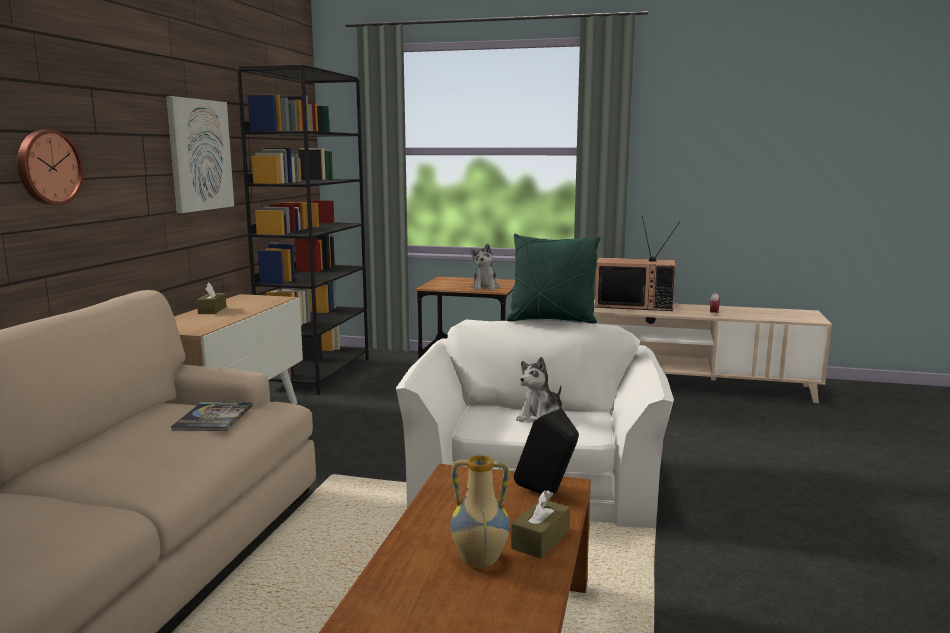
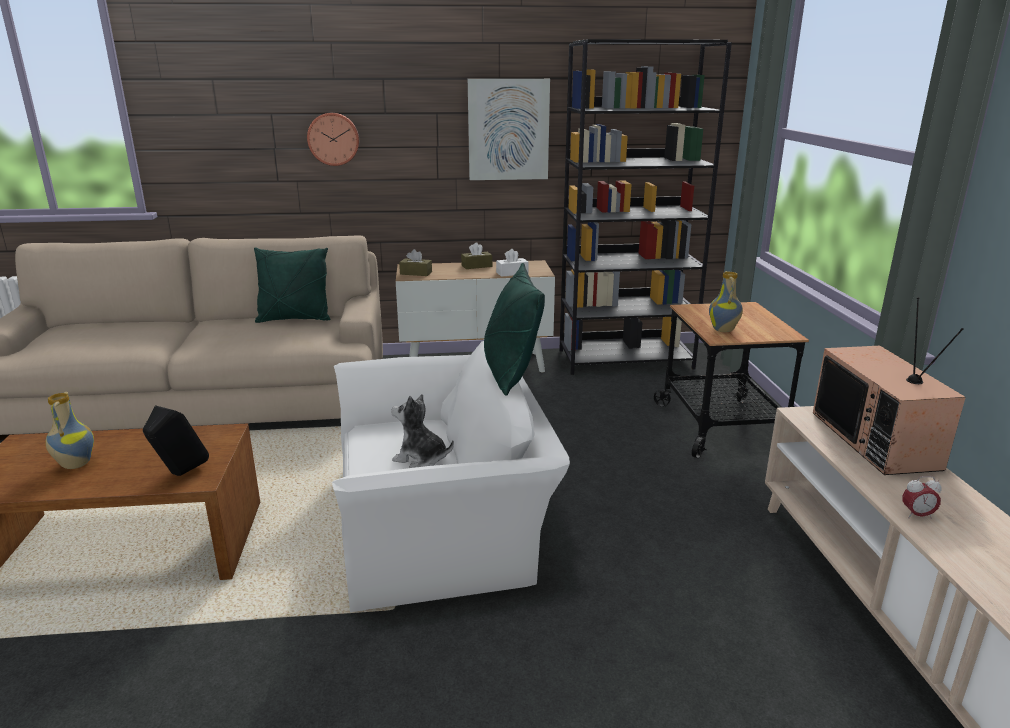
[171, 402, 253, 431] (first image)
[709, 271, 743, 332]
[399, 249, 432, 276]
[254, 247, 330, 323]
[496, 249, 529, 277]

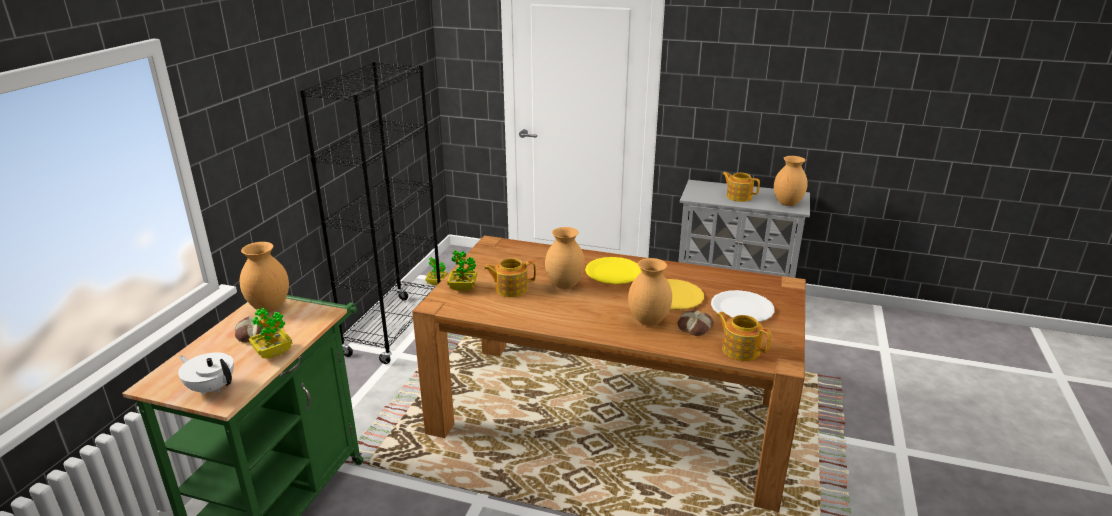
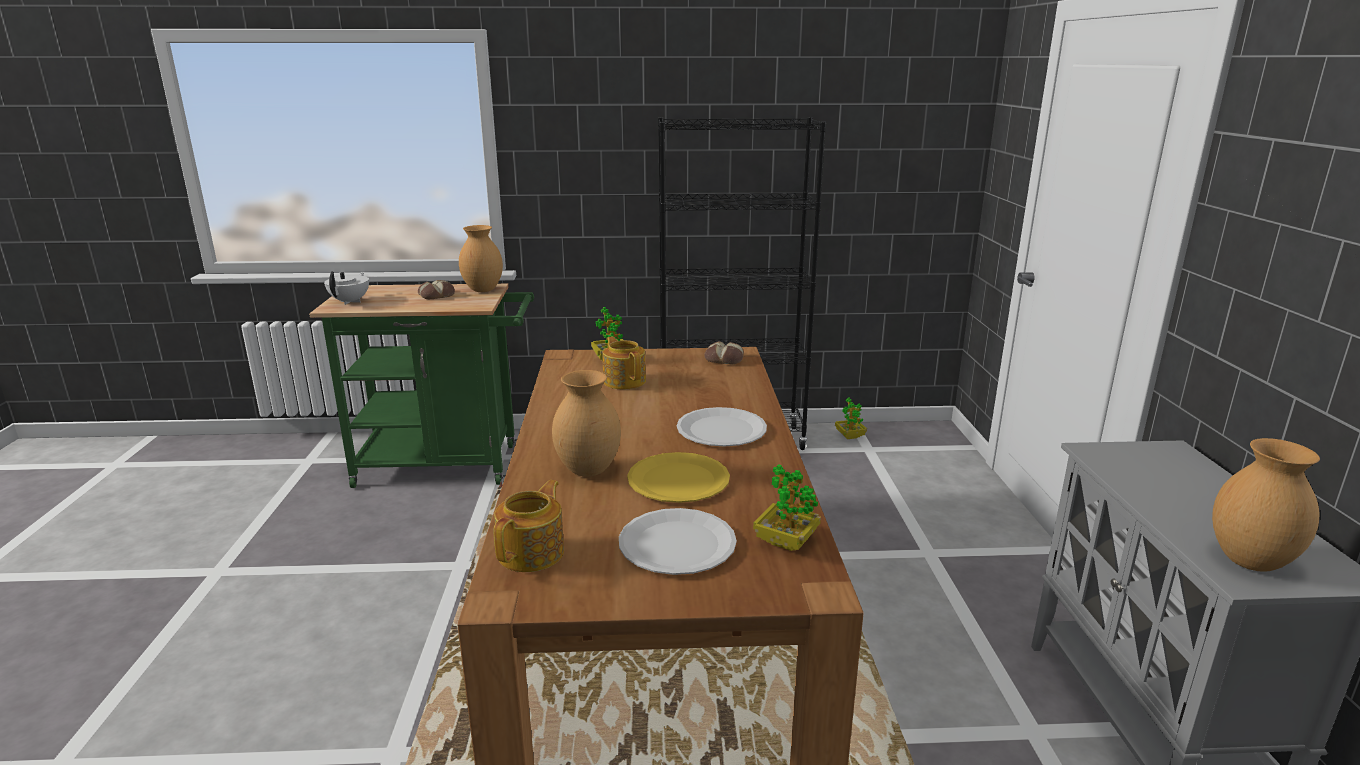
[753, 464, 821, 551]
[545, 227, 585, 289] (first image)
[677, 407, 767, 447]
[704, 341, 744, 364]
[722, 172, 760, 202] (first image)

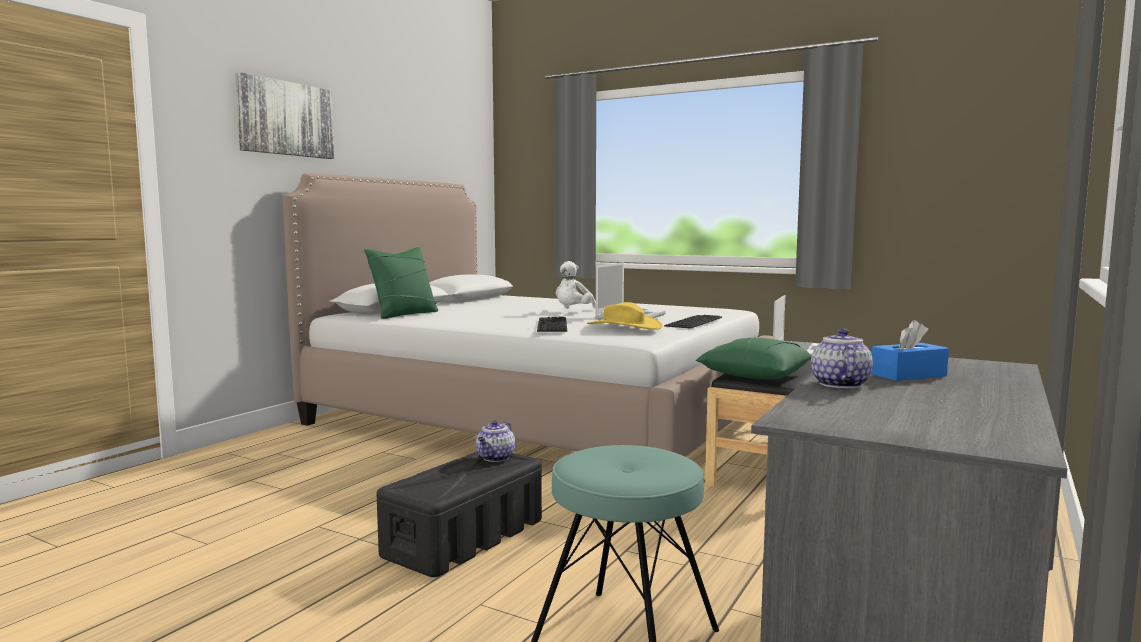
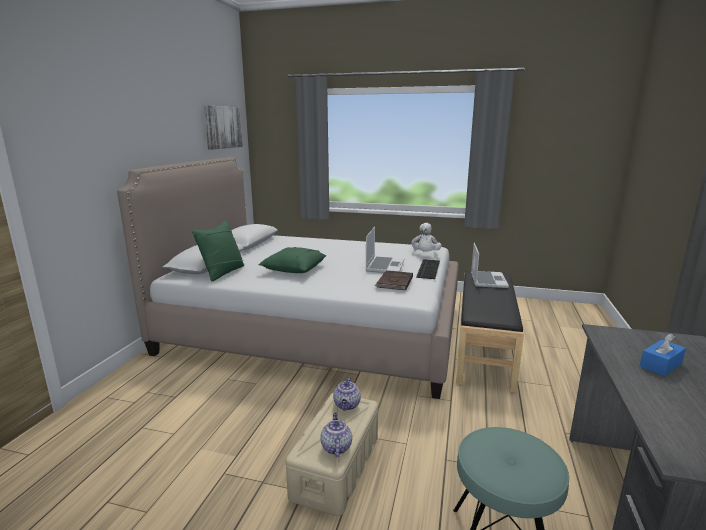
[204, 105, 243, 150]
[286, 393, 378, 516]
[537, 317, 567, 332] (first image)
[411, 223, 442, 252]
[375, 270, 413, 291]
[259, 247, 326, 273]
[320, 413, 352, 457]

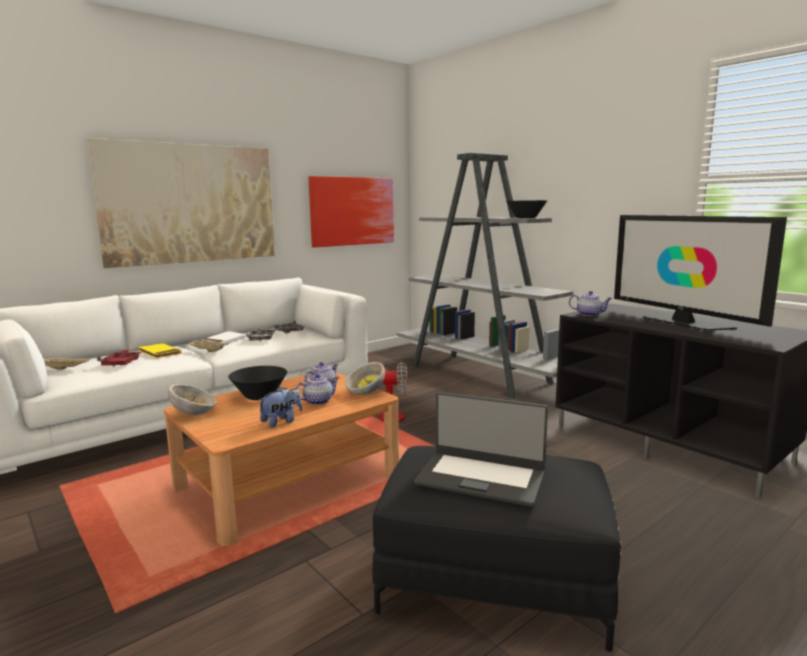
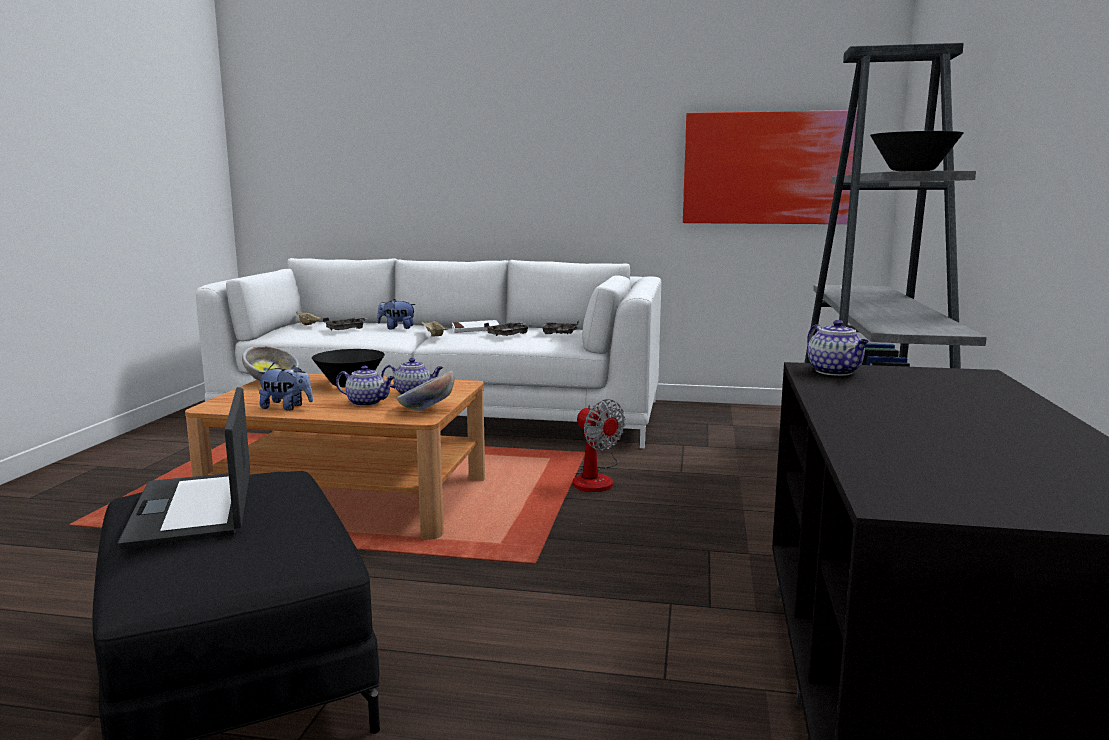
[87, 138, 275, 268] (first image)
[323, 317, 368, 330]
[377, 299, 416, 329]
[614, 215, 787, 331] (first image)

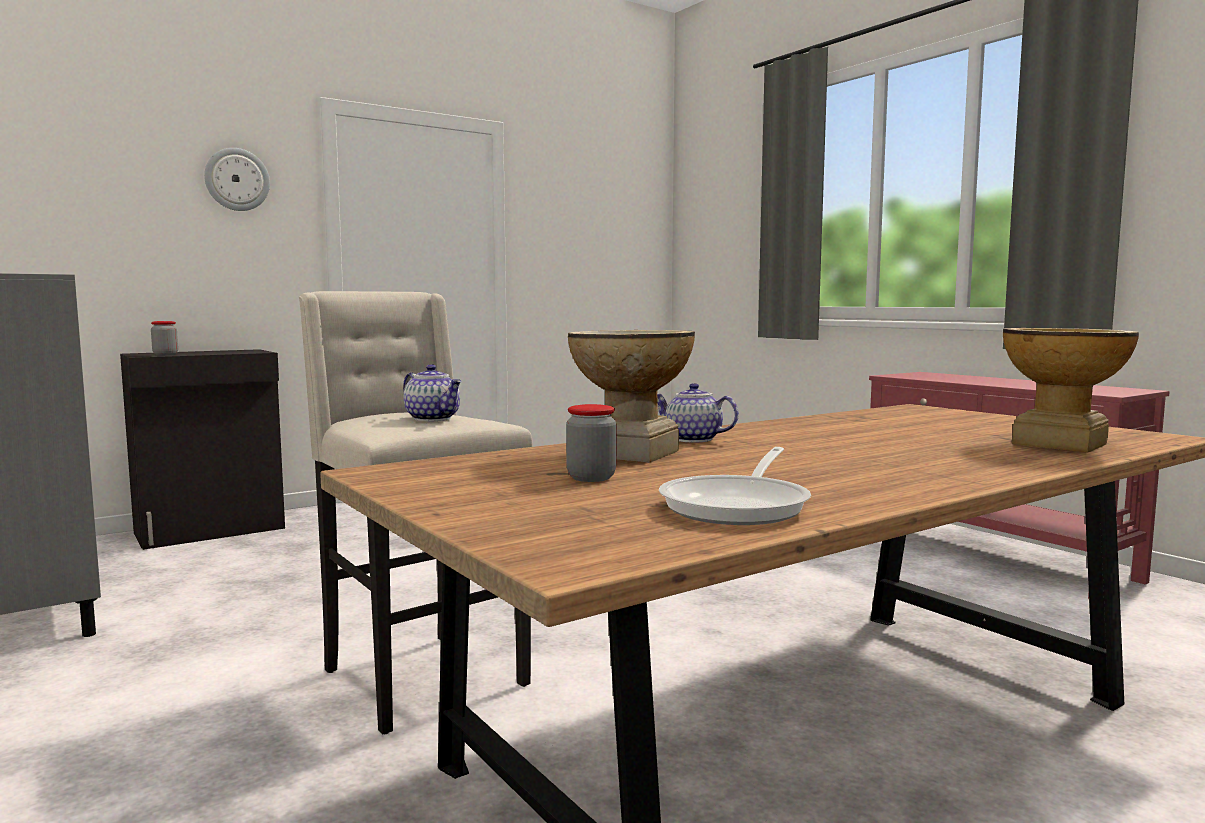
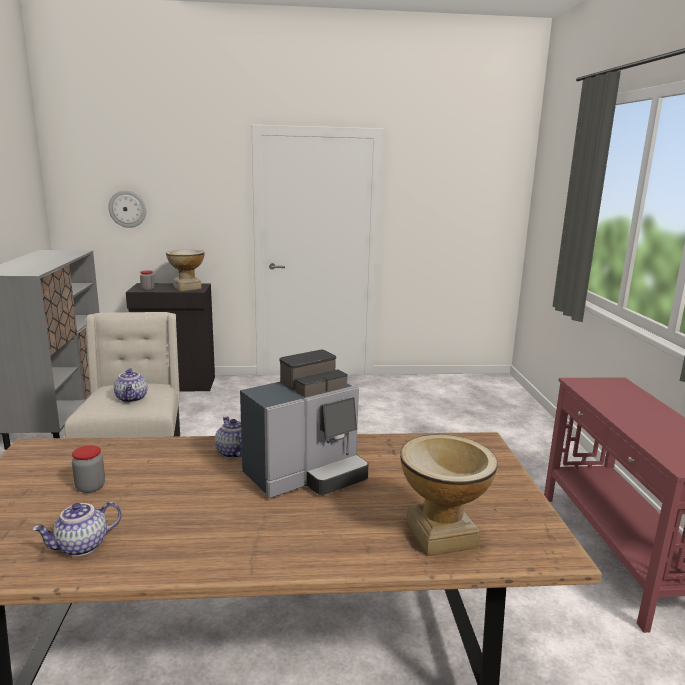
[108, 190, 146, 228]
[166, 250, 205, 291]
[32, 501, 122, 556]
[240, 350, 369, 498]

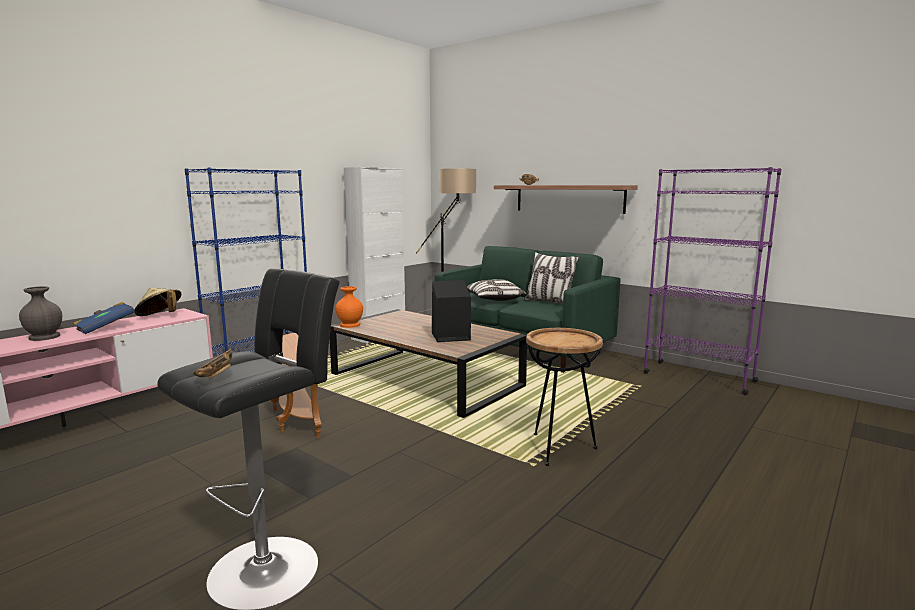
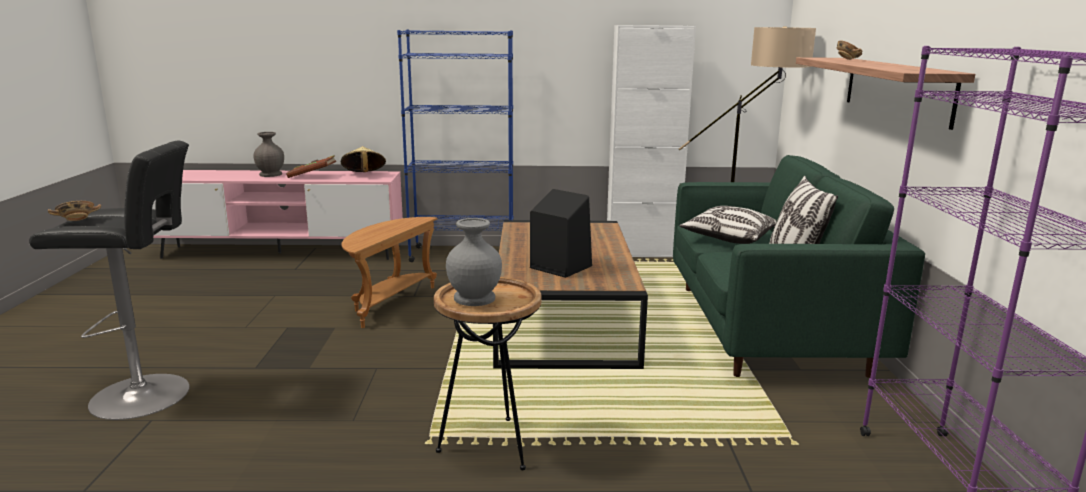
[286, 155, 336, 178]
[336, 286, 363, 328] (first image)
[446, 218, 502, 306]

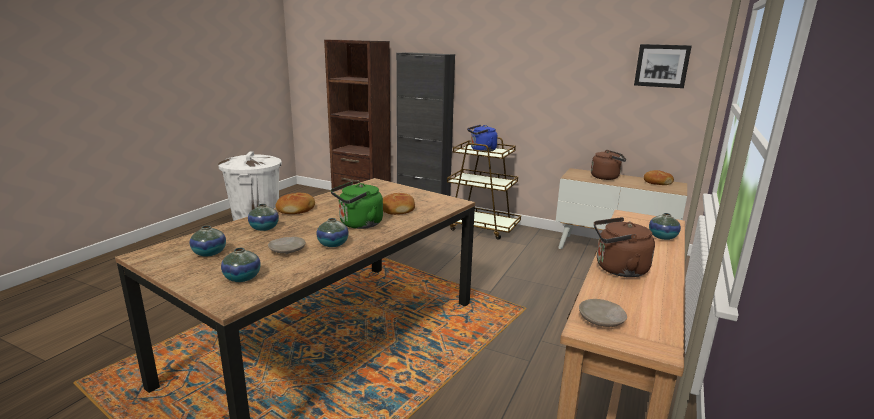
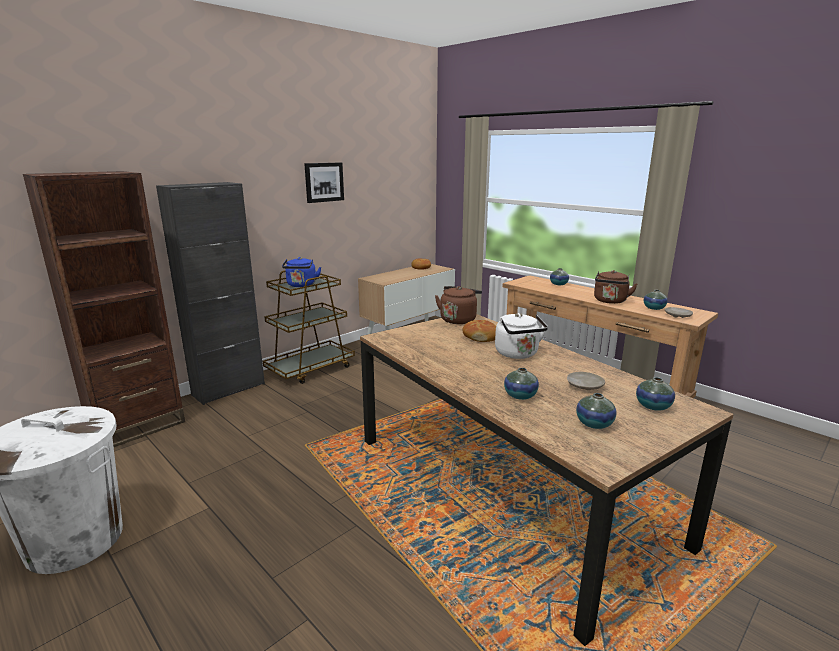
[275, 193, 315, 214] (first image)
[644, 290, 668, 310]
[495, 313, 548, 359]
[435, 286, 482, 324]
[304, 162, 344, 203]

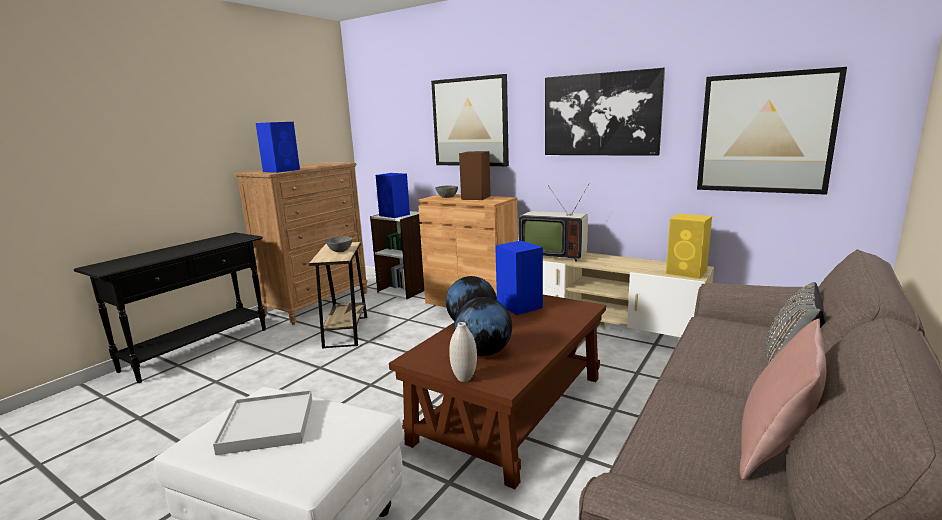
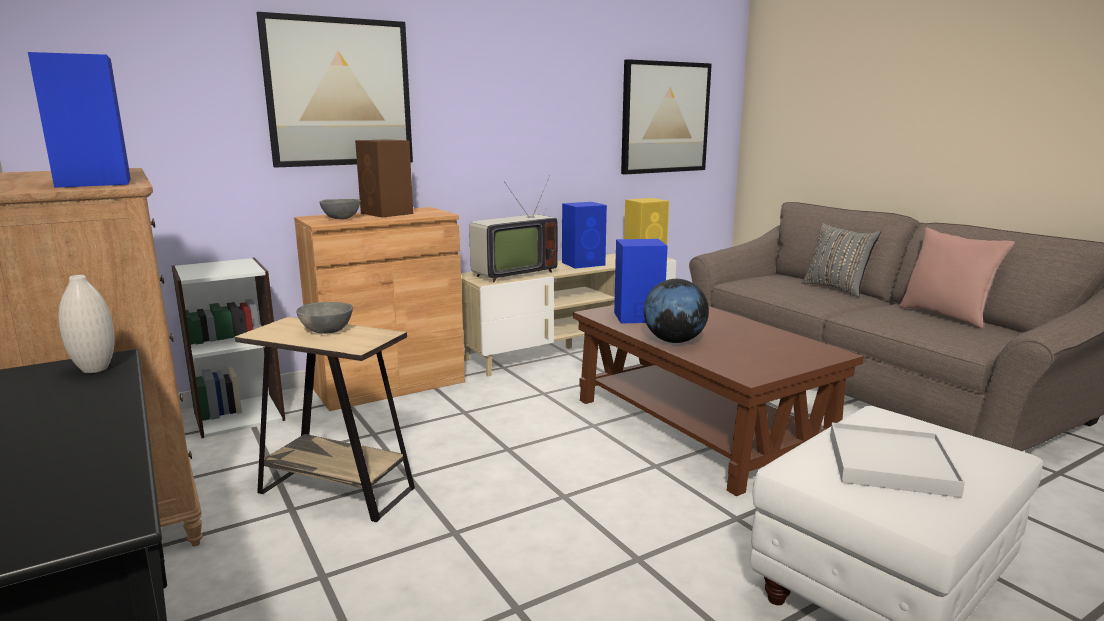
[562, 202, 607, 269]
[59, 275, 115, 373]
[454, 297, 512, 356] (first image)
[545, 68, 665, 156] (first image)

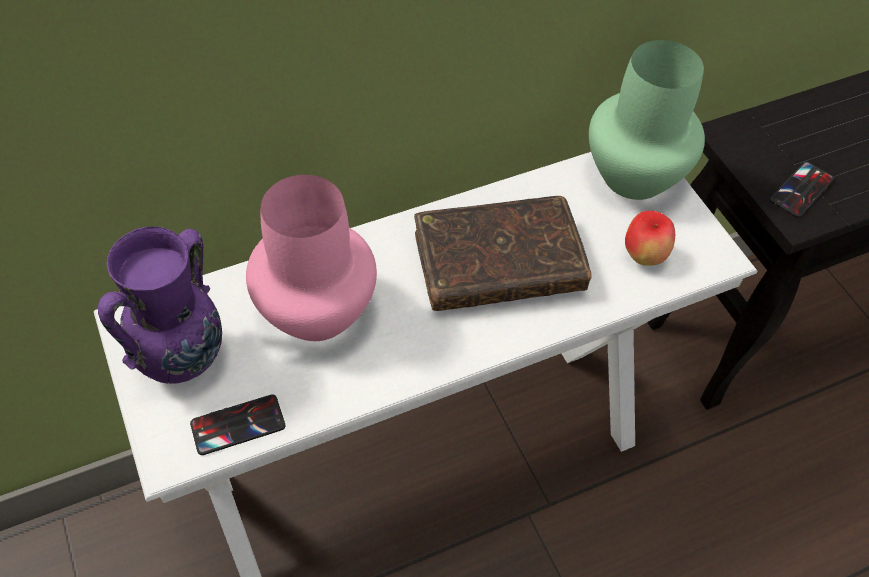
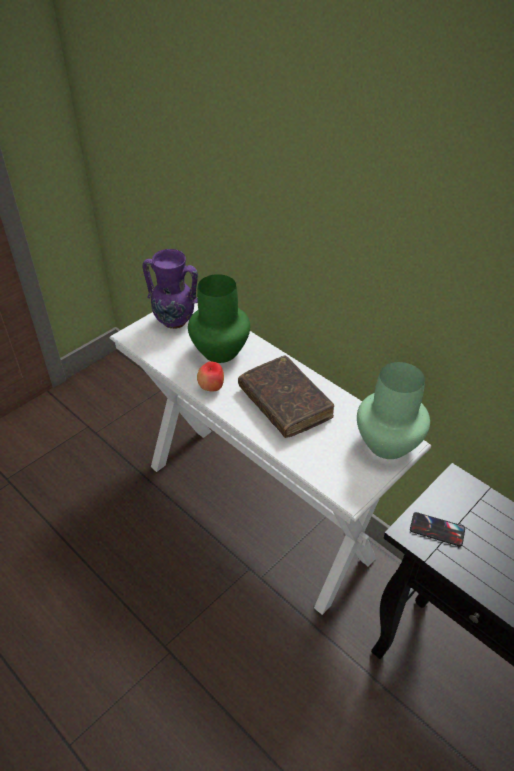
[190, 394, 285, 455] (first image)
[188, 274, 250, 363]
[197, 361, 224, 391]

